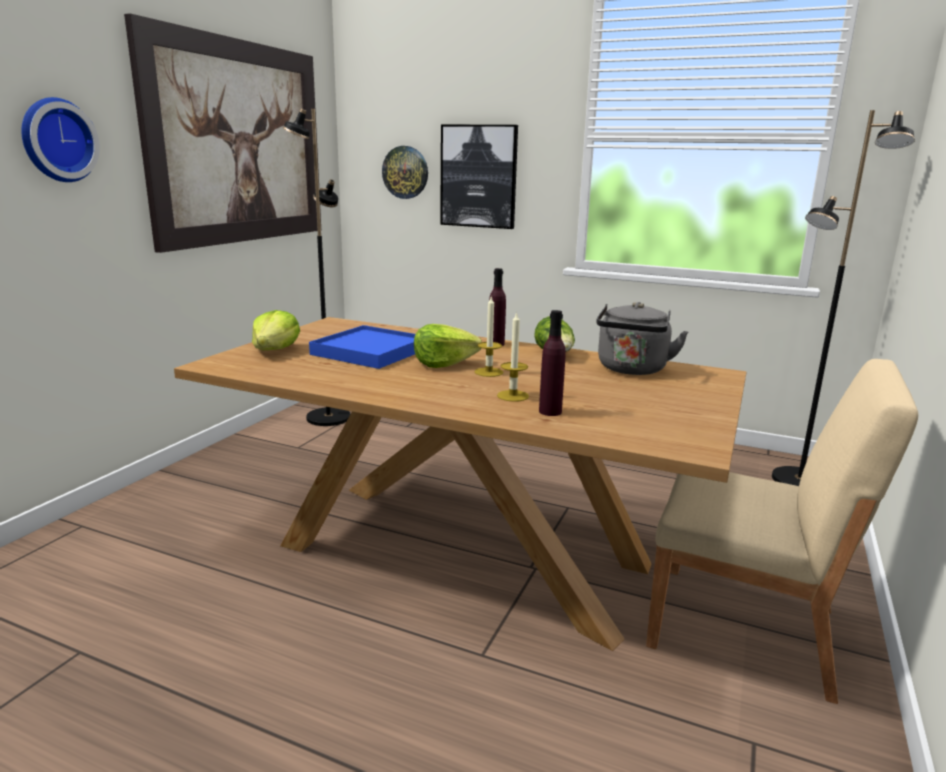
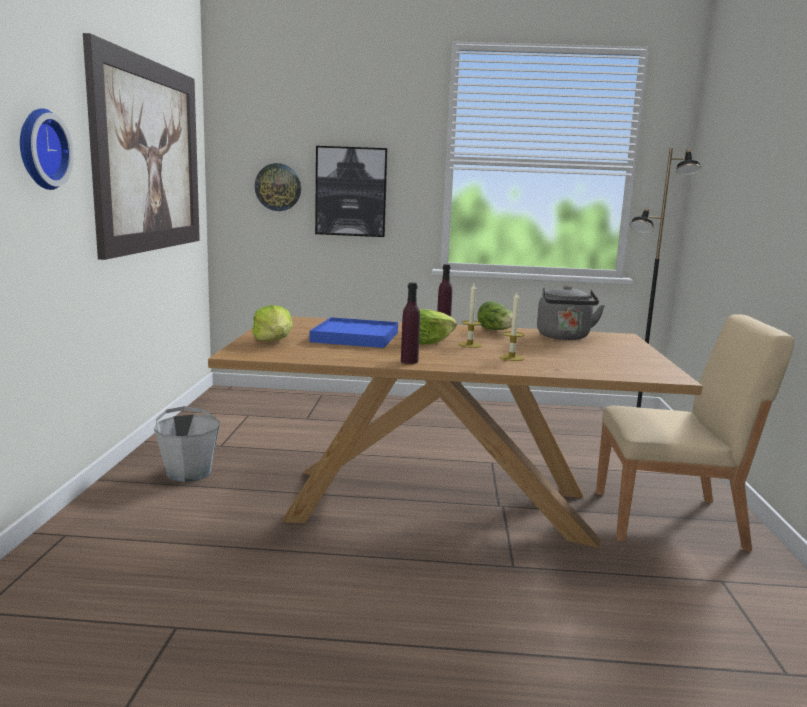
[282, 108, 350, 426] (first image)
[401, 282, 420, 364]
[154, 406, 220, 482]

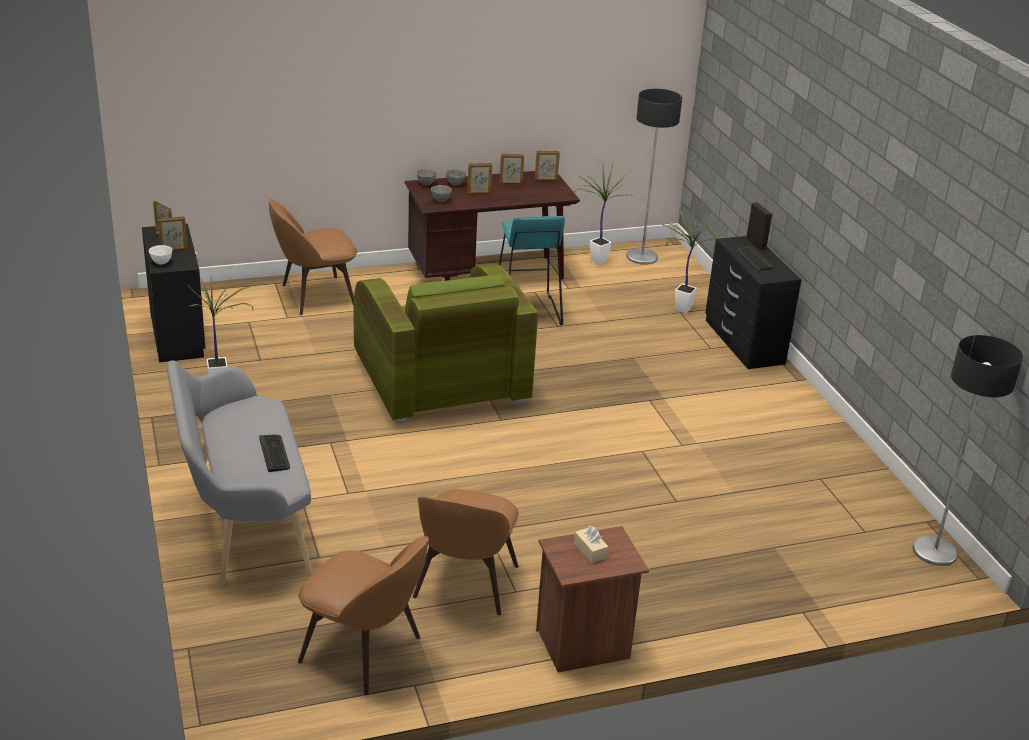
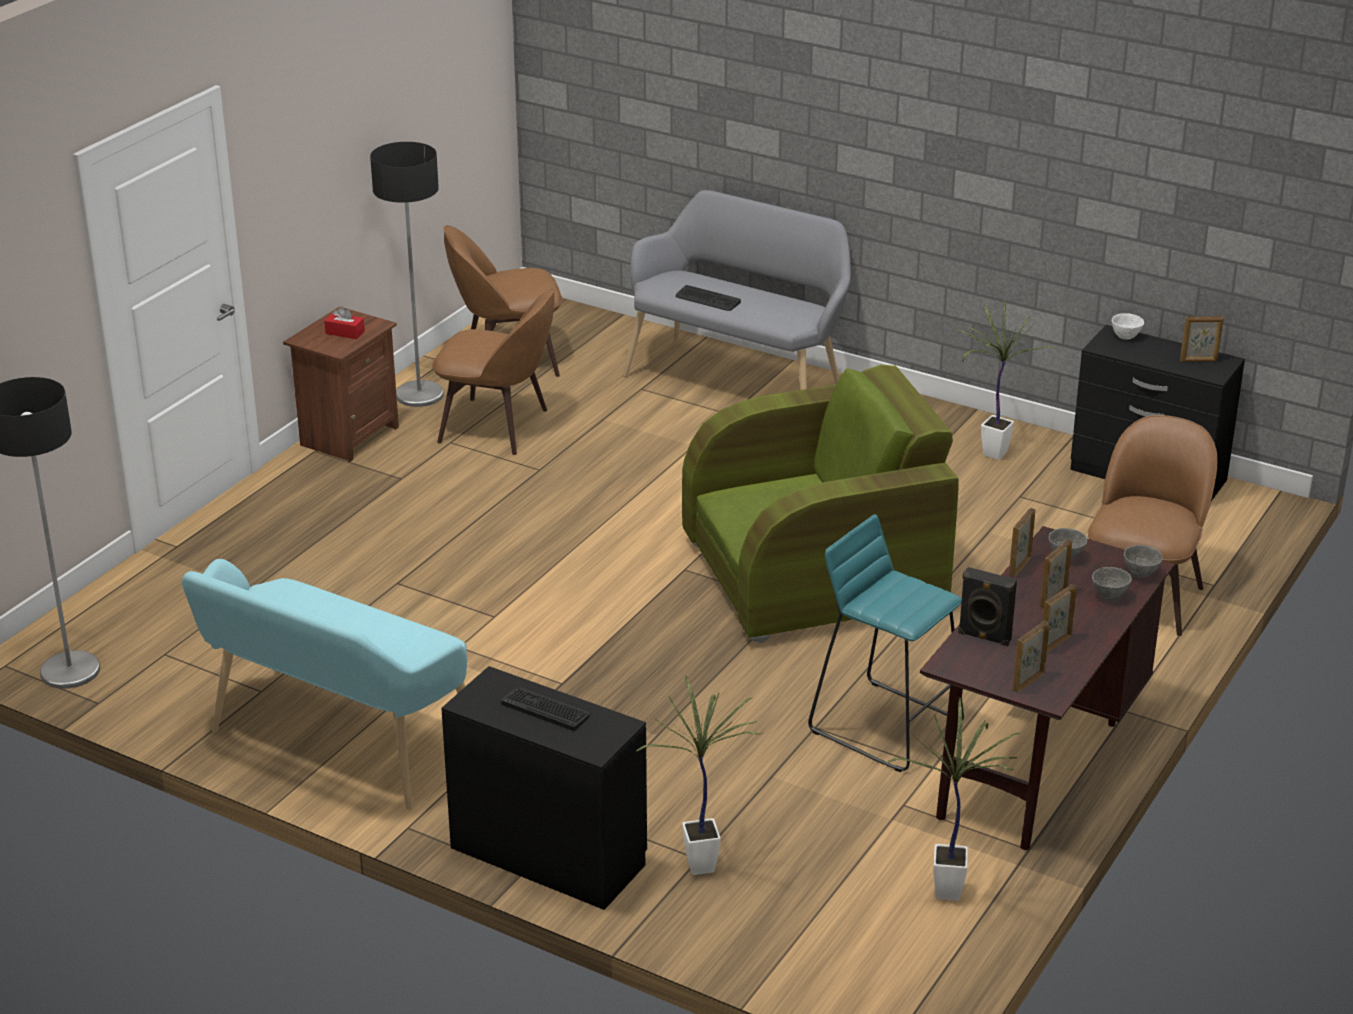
[1009, 508, 1035, 577]
[682, 365, 959, 643]
[432, 289, 555, 455]
[324, 306, 365, 339]
[370, 142, 444, 407]
[958, 567, 1017, 646]
[182, 559, 467, 809]

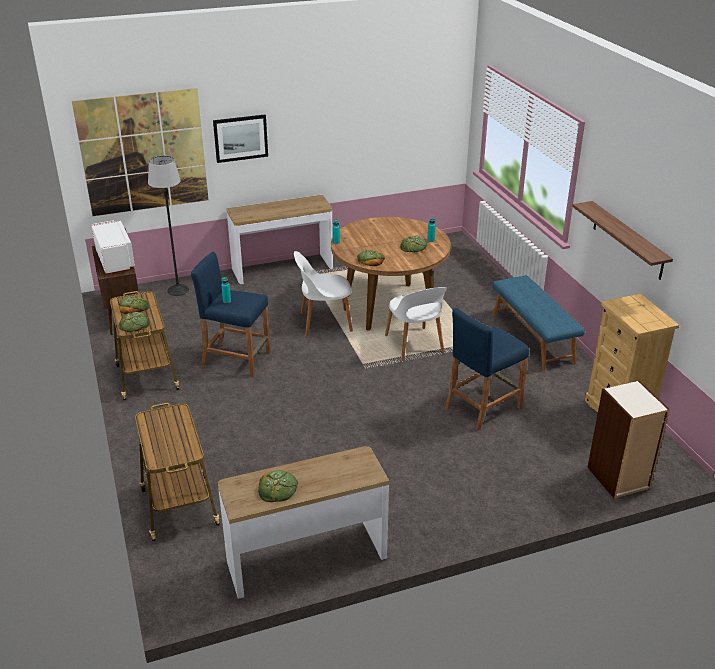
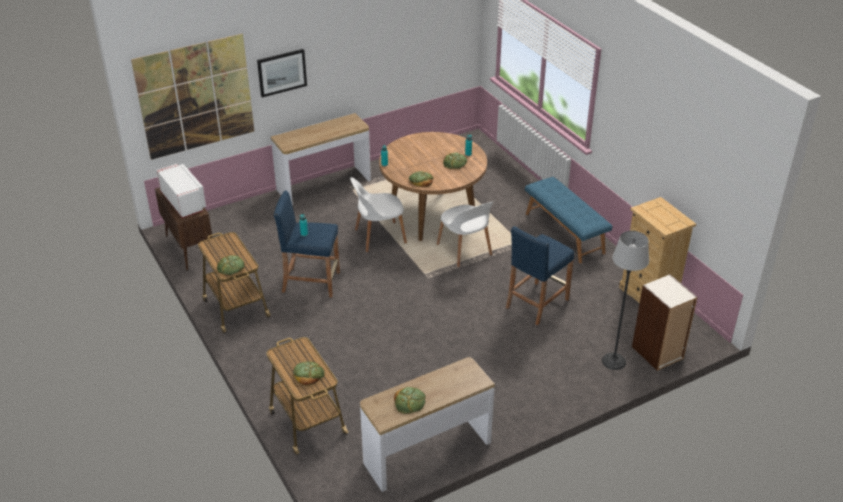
[293, 361, 325, 386]
[602, 231, 649, 370]
[572, 201, 673, 280] (first image)

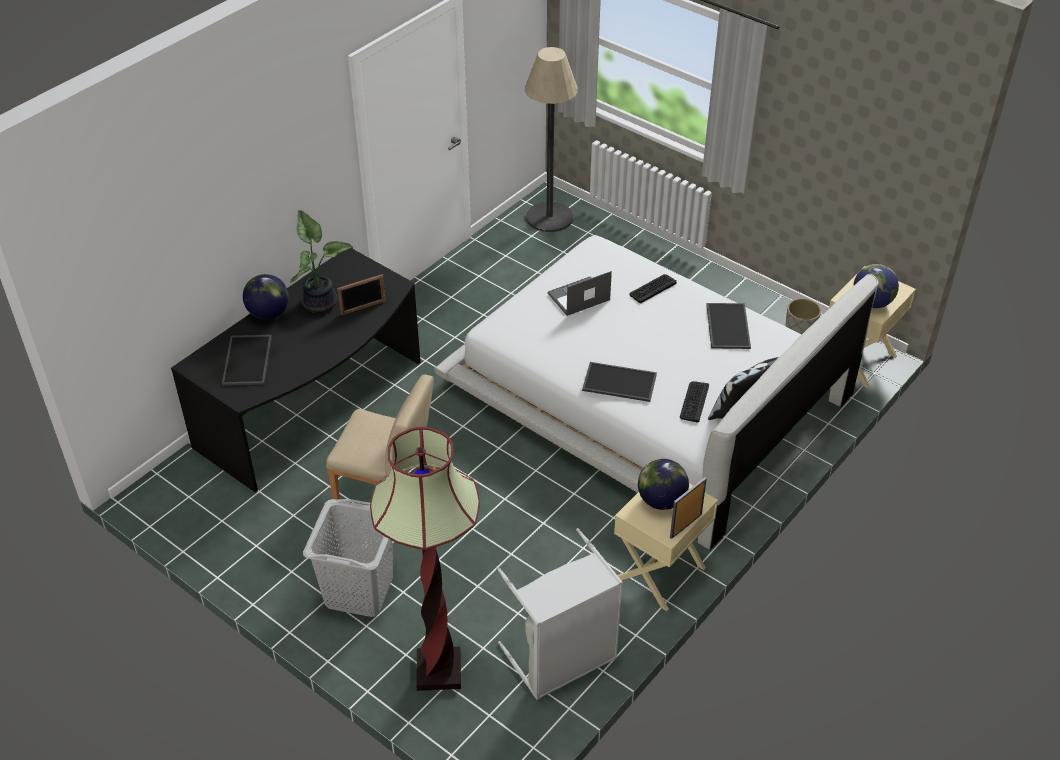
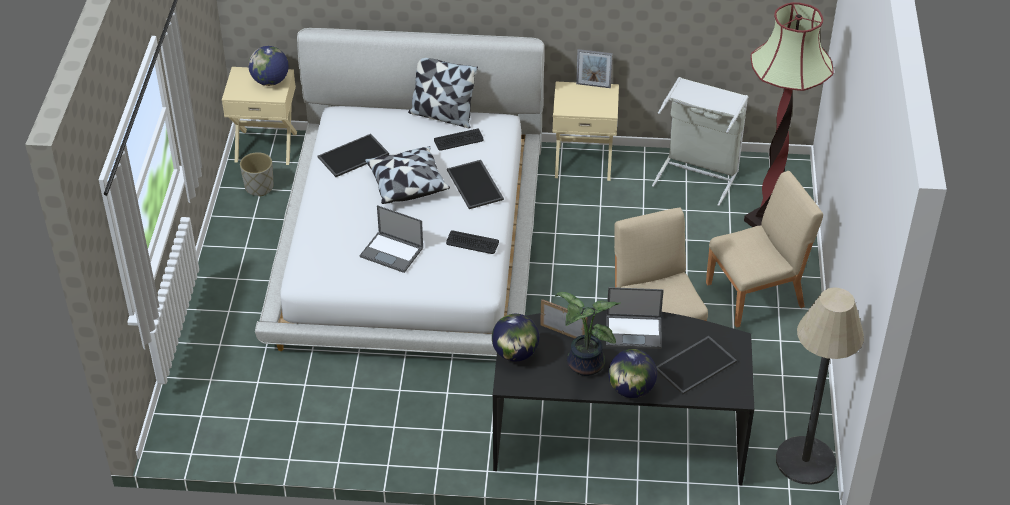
[706, 171, 823, 328]
[776, 287, 864, 485]
[446, 230, 499, 254]
[492, 314, 539, 361]
[365, 146, 450, 204]
[606, 287, 664, 349]

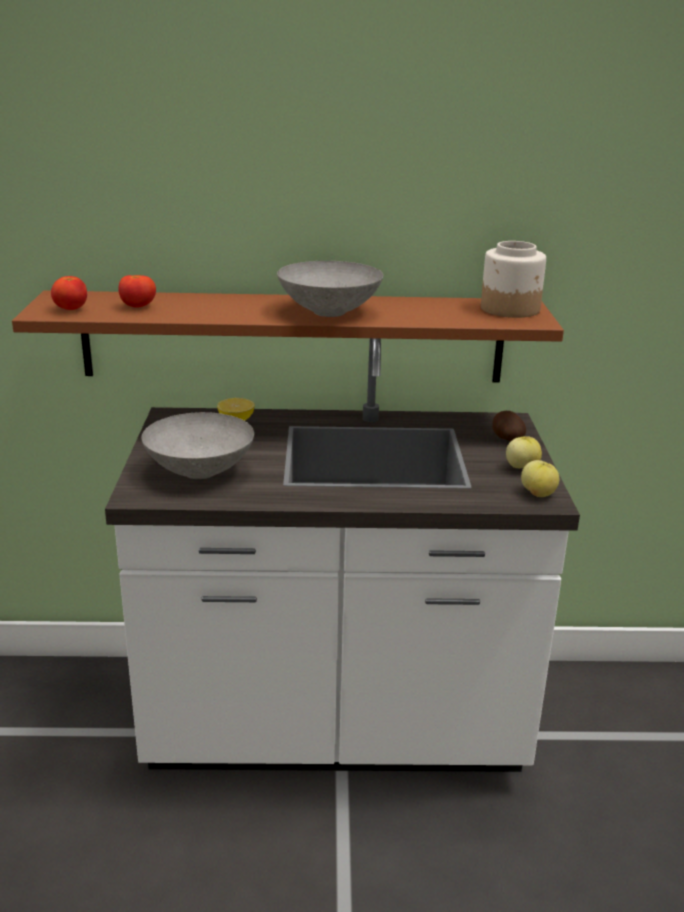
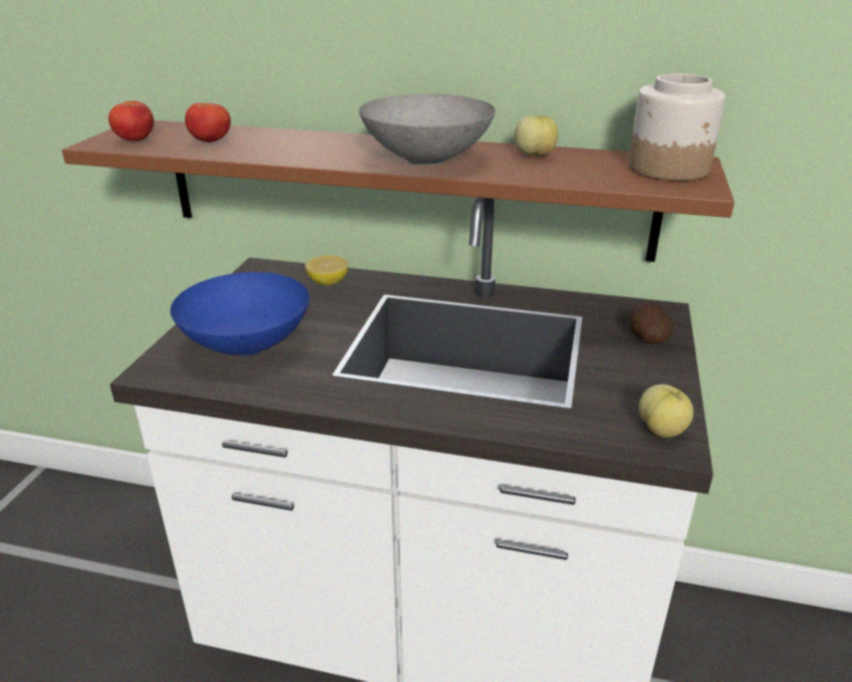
[170, 272, 310, 356]
[514, 115, 558, 157]

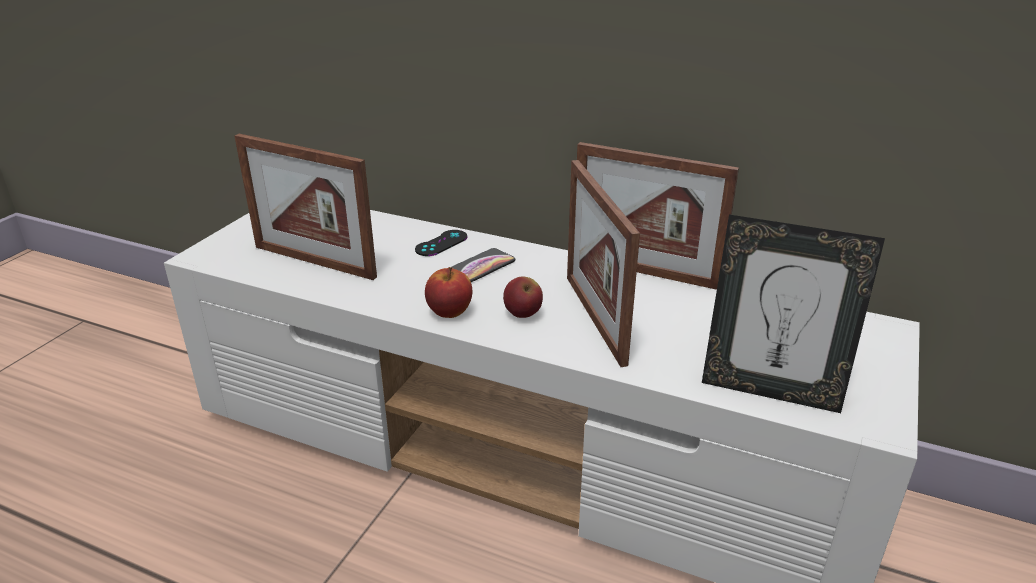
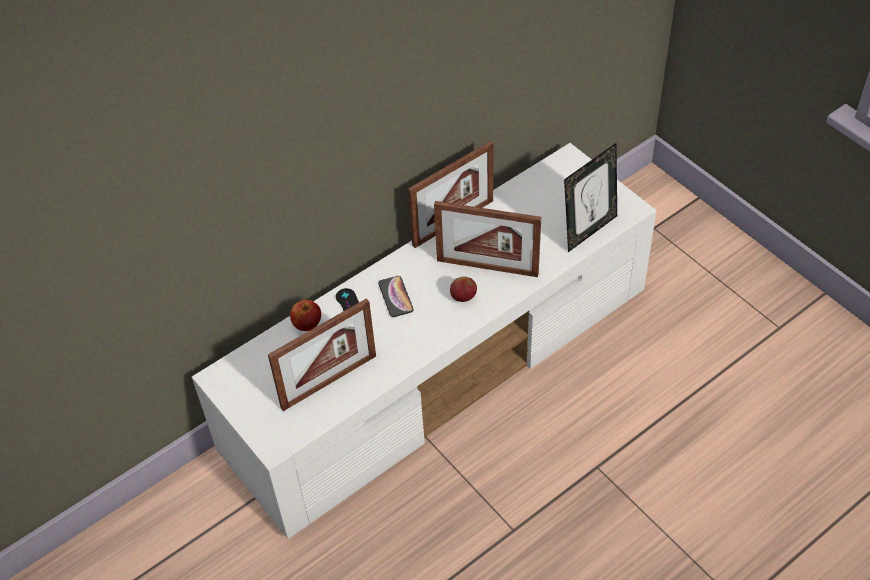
[290, 300, 321, 331]

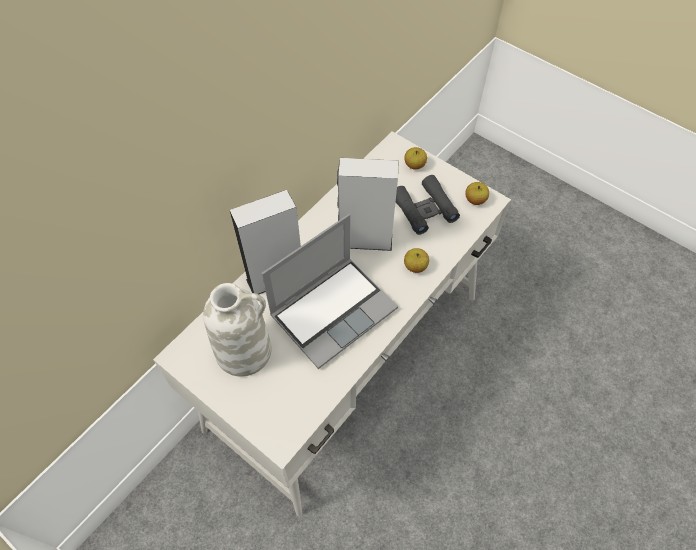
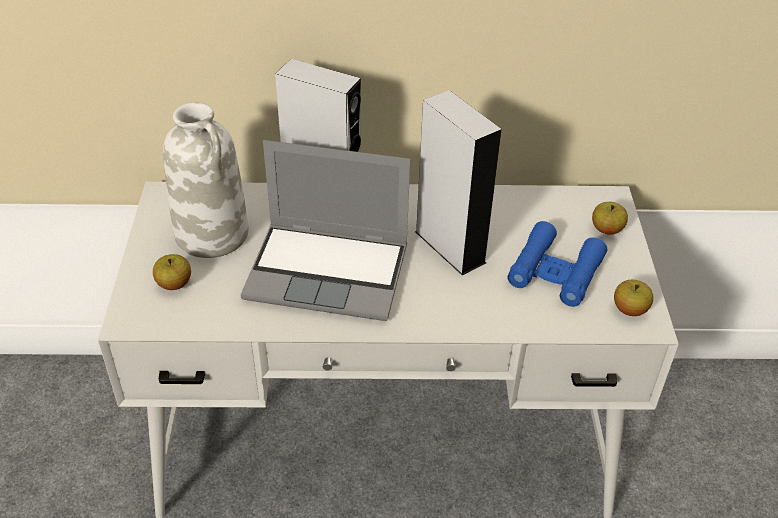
[507, 221, 607, 307]
[153, 254, 191, 290]

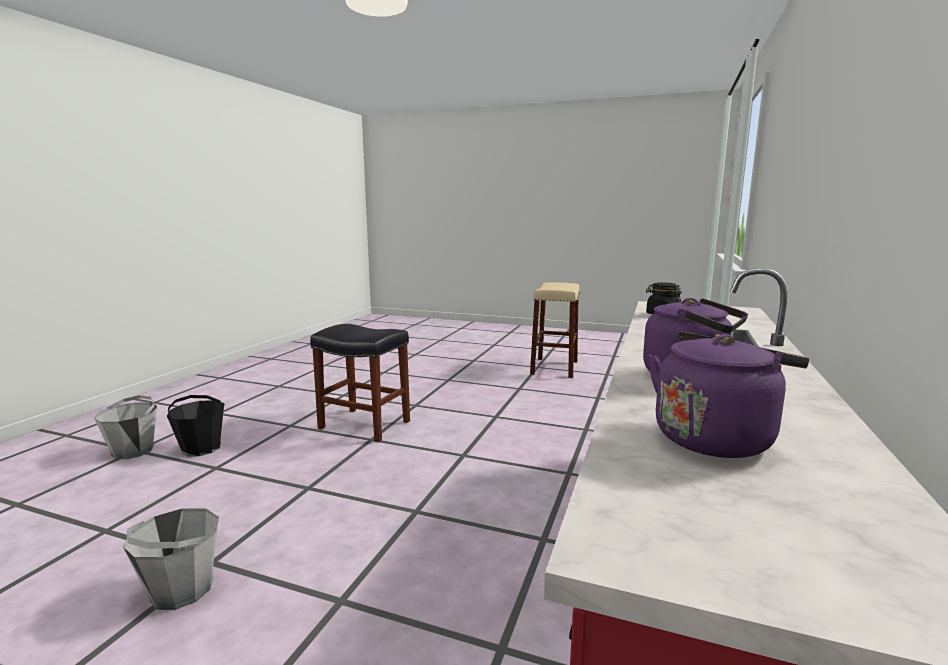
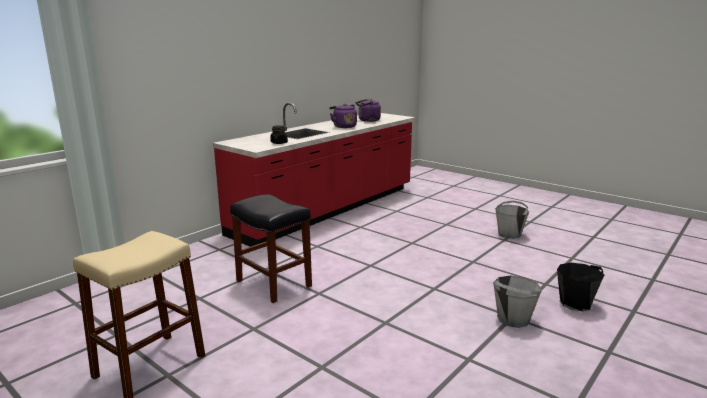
[493, 275, 542, 328]
[230, 194, 312, 303]

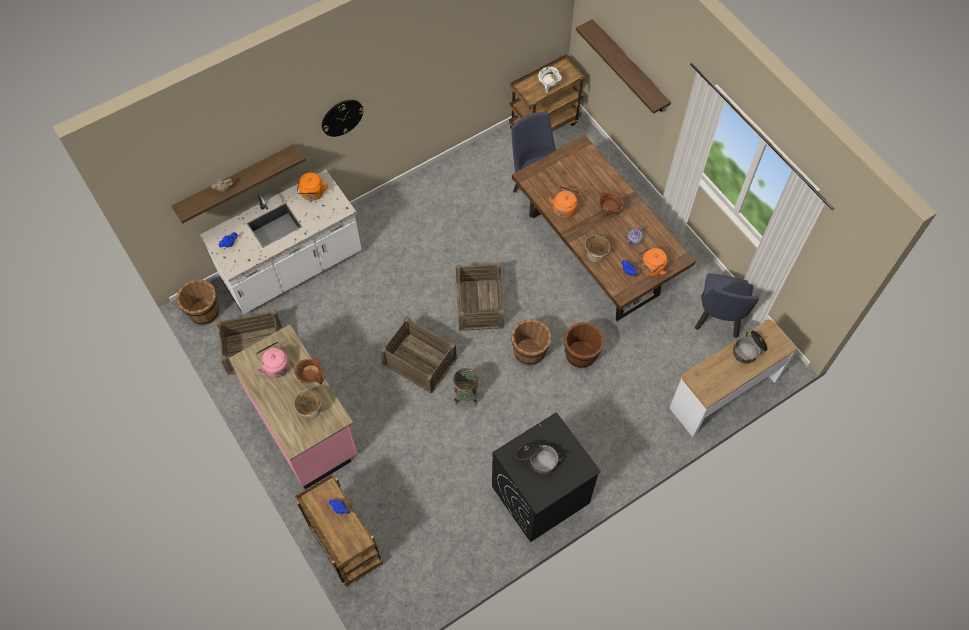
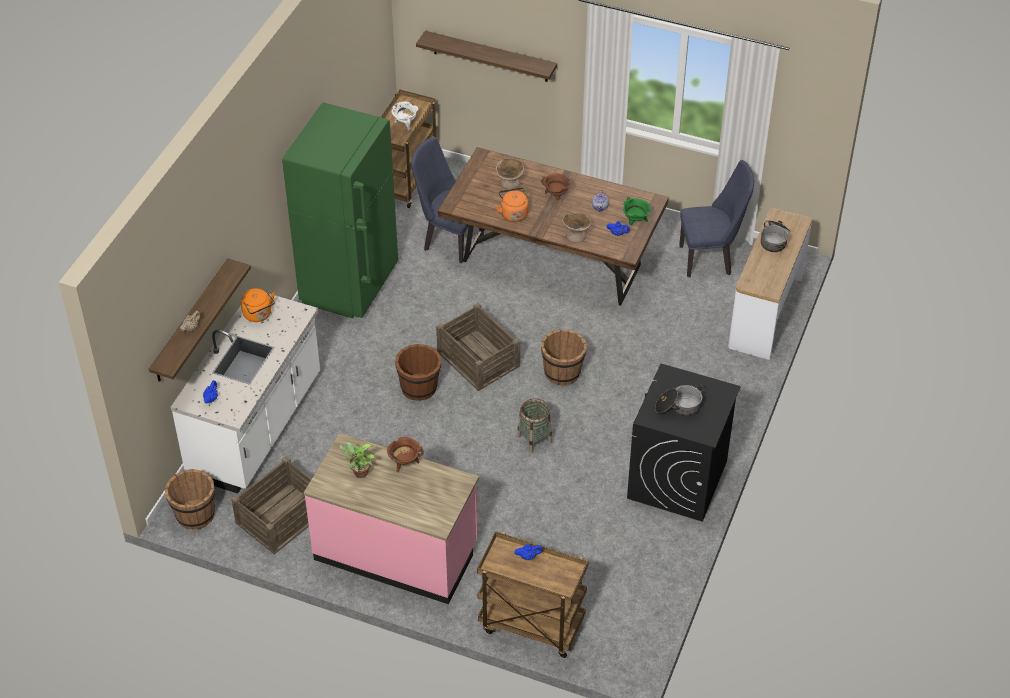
[338, 442, 376, 478]
[496, 158, 524, 190]
[322, 100, 364, 137] (first image)
[380, 316, 457, 393] (first image)
[395, 344, 442, 401]
[623, 197, 651, 225]
[679, 160, 754, 277]
[282, 102, 398, 318]

